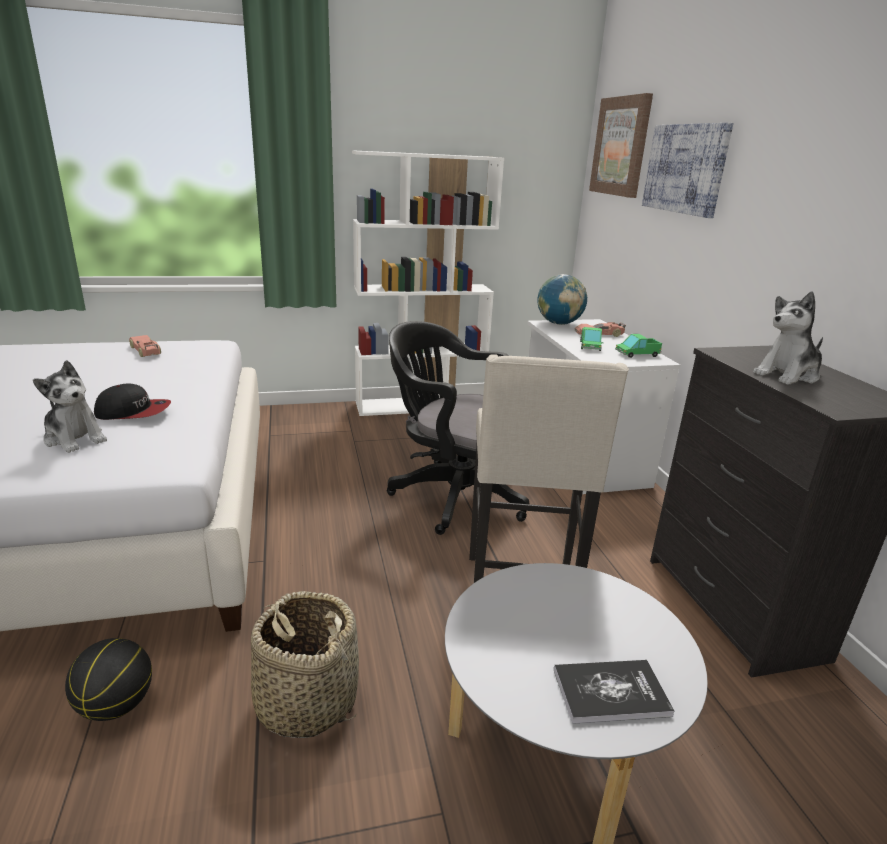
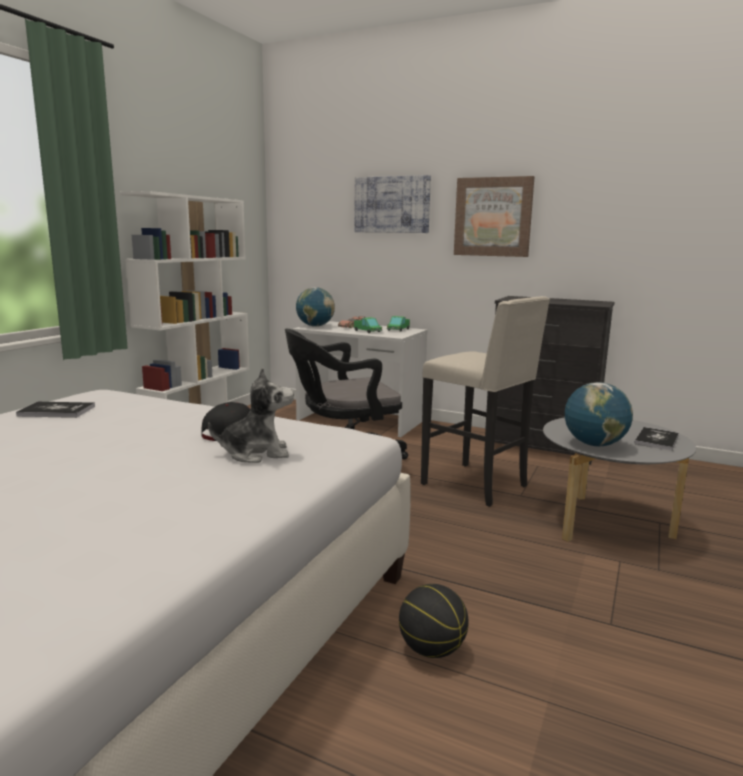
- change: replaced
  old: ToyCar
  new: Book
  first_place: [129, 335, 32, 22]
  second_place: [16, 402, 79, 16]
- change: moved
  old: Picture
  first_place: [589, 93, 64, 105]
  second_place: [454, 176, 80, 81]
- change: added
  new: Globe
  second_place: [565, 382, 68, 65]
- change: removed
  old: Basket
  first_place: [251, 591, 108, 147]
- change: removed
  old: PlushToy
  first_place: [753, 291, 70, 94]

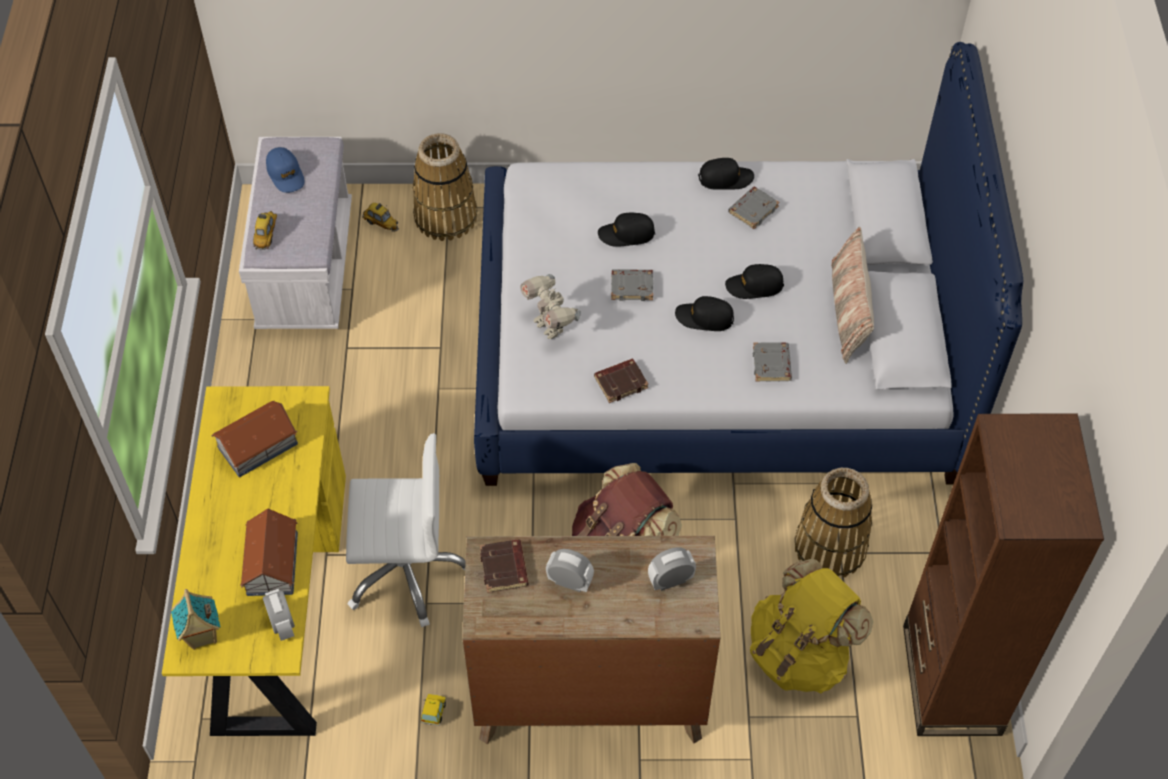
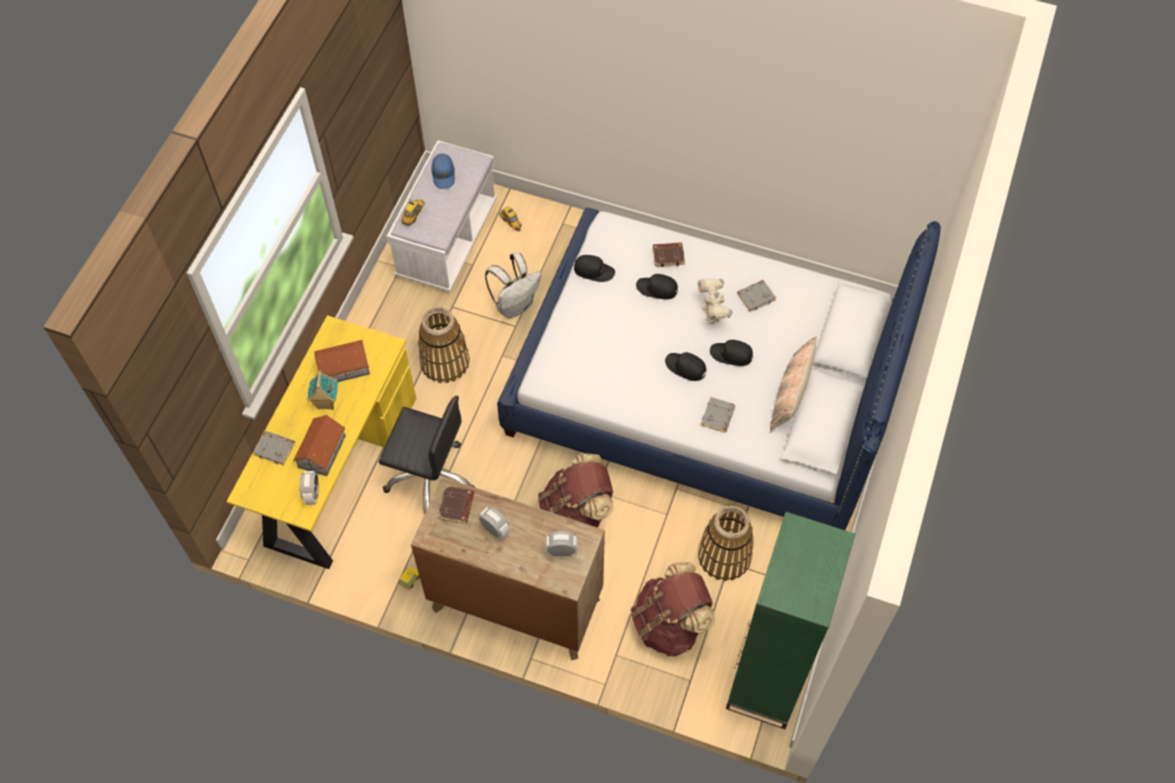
- change: moved
  old: GreyBook
  first_place: [611, 269, 42, 32]
  second_place: [253, 431, 42, 34]
- change: moved
  old: ToyHouse
  first_place: [171, 589, 49, 61]
  second_place: [307, 370, 31, 40]
- change: recoloured
  old: WhiteOfficeChair
  new: BlackOfficeChair
  first_place: [346, 433, 120, 194]
  second_place: [379, 396, 96, 119]
- change: moved
  old: Basket
  first_place: [412, 133, 66, 108]
  second_place: [418, 307, 52, 76]
- change: added
  new: WhiteBackpack
  second_place: [485, 252, 56, 66]
- change: moved
  old: BlackCap
  first_place: [698, 158, 56, 32]
  second_place: [574, 255, 41, 27]
- change: recoloured
  old: YellowBackpack
  new: BrownBackpack
  first_place: [750, 559, 123, 134]
  second_place: [631, 562, 84, 95]
- change: moved
  old: BrownBook
  first_place: [594, 359, 54, 44]
  second_place: [653, 242, 32, 25]
- change: moved
  old: ToyRobot
  first_place: [520, 274, 61, 65]
  second_place: [697, 278, 36, 46]
- change: recoloured
  old: BrownBookcase
  new: GreenBookcase
  first_place: [903, 413, 201, 323]
  second_place: [726, 512, 130, 217]

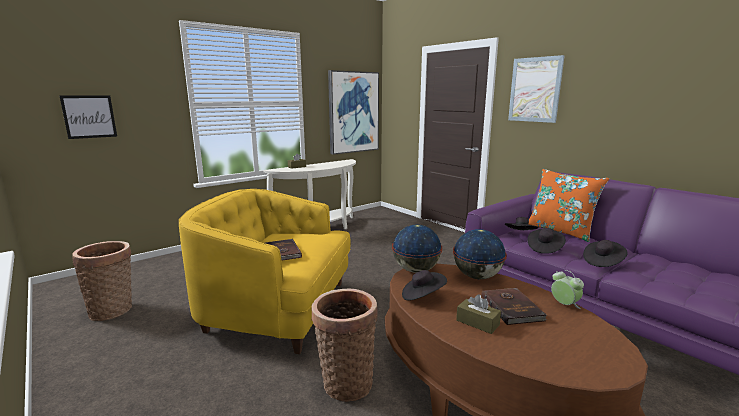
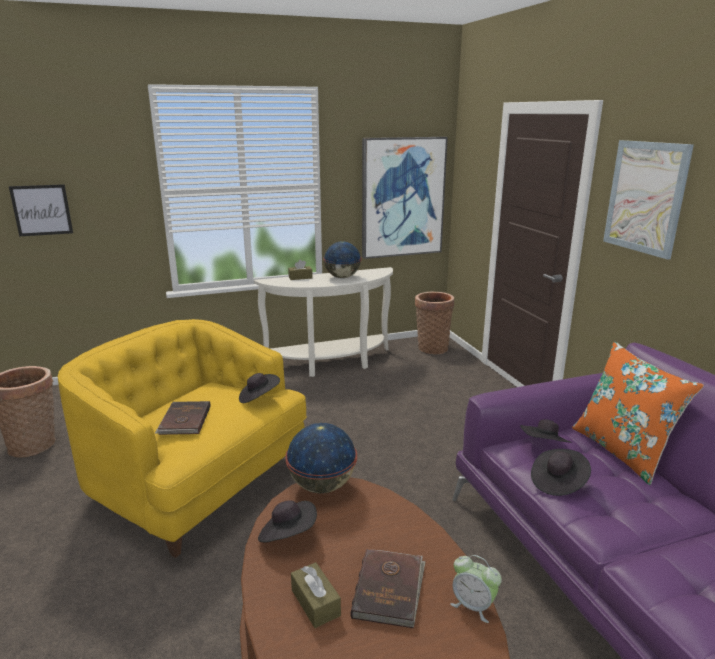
- change: moved
  old: BlackHat
  first_place: [583, 240, 45, 27]
  second_place: [239, 373, 41, 30]
- change: moved
  old: Globe
  first_place: [453, 229, 54, 50]
  second_place: [323, 241, 38, 37]
- change: moved
  old: Basket
  first_place: [311, 289, 67, 113]
  second_place: [415, 292, 39, 62]
- change: turned
  old: AlarmClock
  first_place: [551, 270, 33, 39]
  second_place: [451, 555, 51, 68]
  degrees: 135

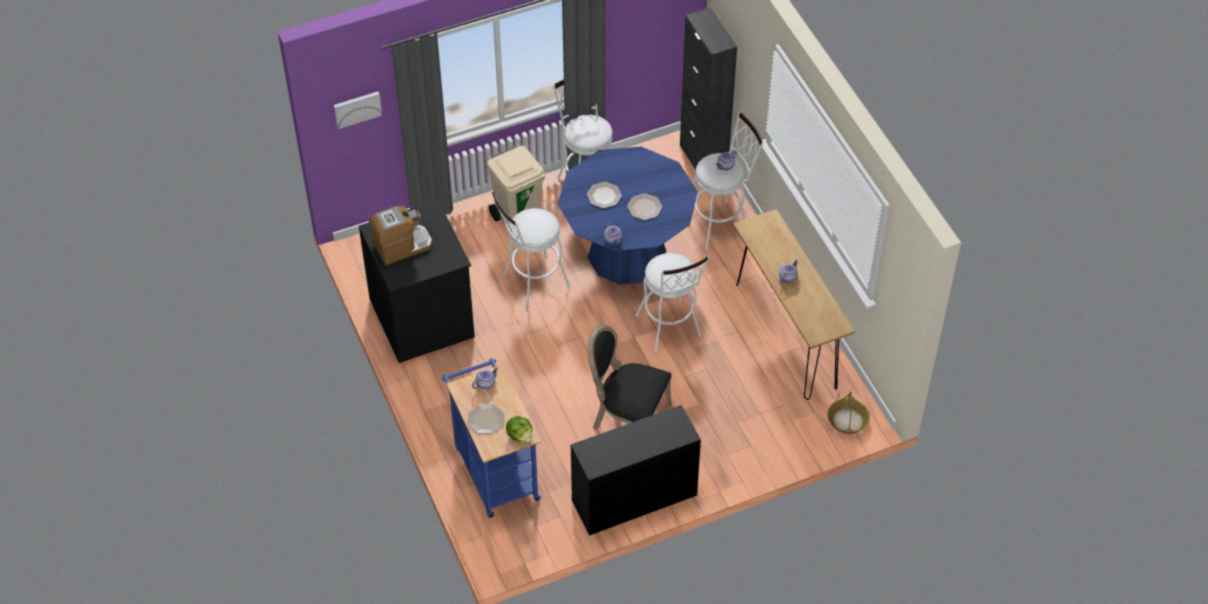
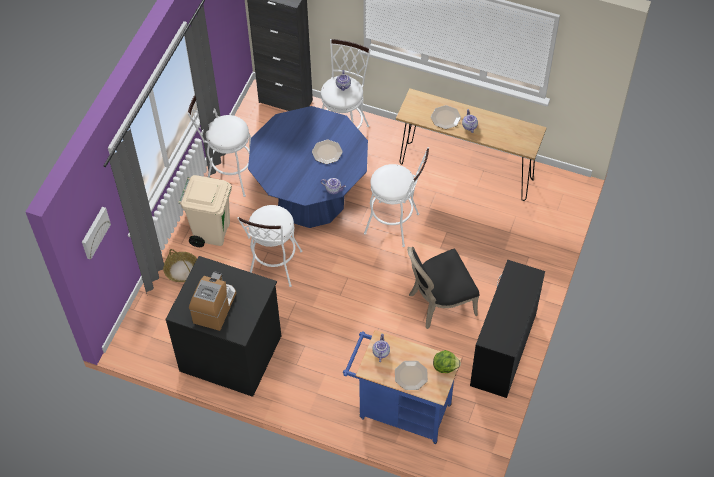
- change: moved
  old: Basket
  first_place: [827, 391, 43, 43]
  second_place: [163, 249, 34, 33]
- change: moved
  old: Plate
  first_place: [587, 182, 35, 26]
  second_place: [431, 105, 30, 24]

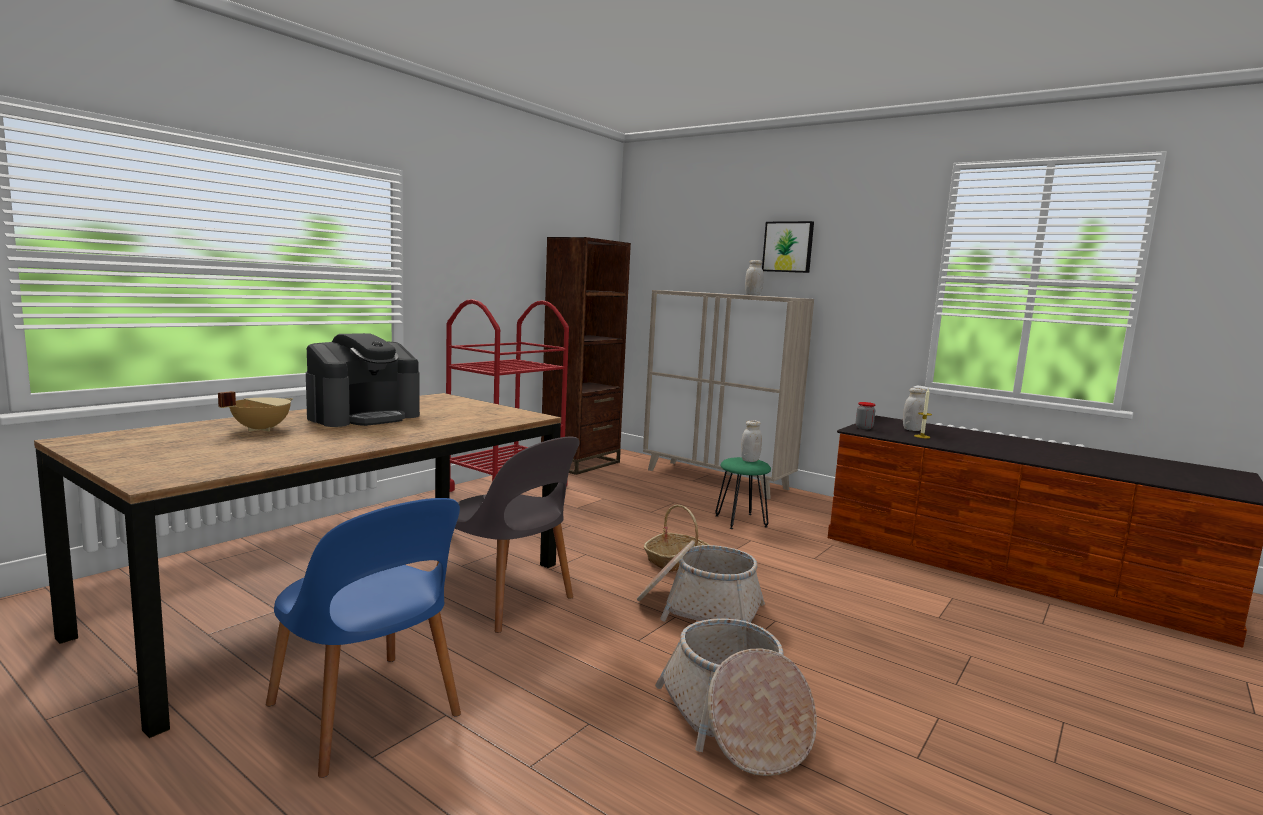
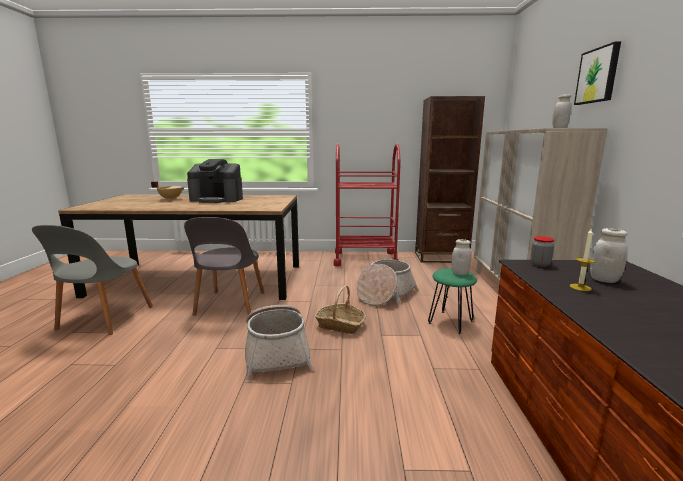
- change: recoloured
  old: BlueChair
  new: GreyChair
  first_place: [266, 498, 195, 280]
  second_place: [32, 225, 121, 110]
- change: moved
  old: Basket
  first_place: [655, 618, 162, 158]
  second_place: [356, 259, 62, 47]

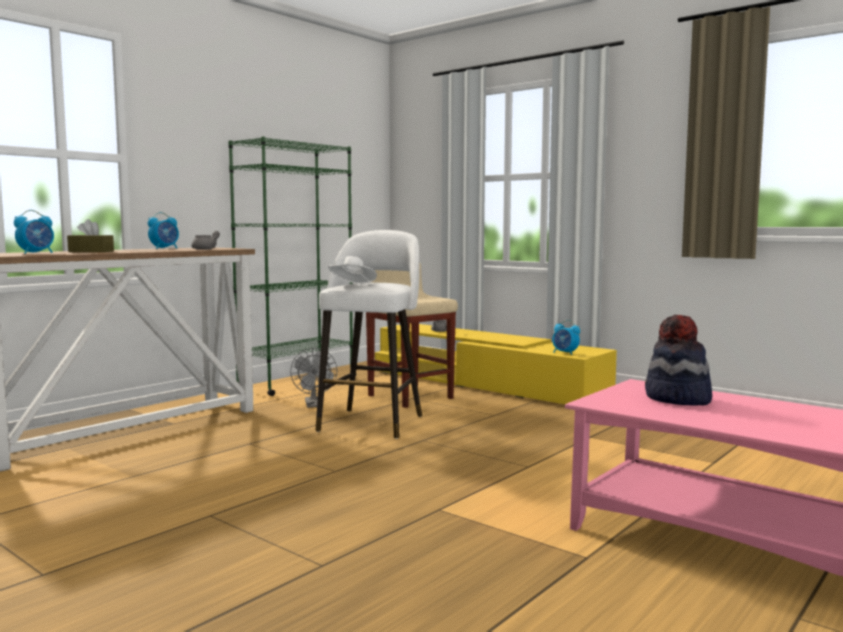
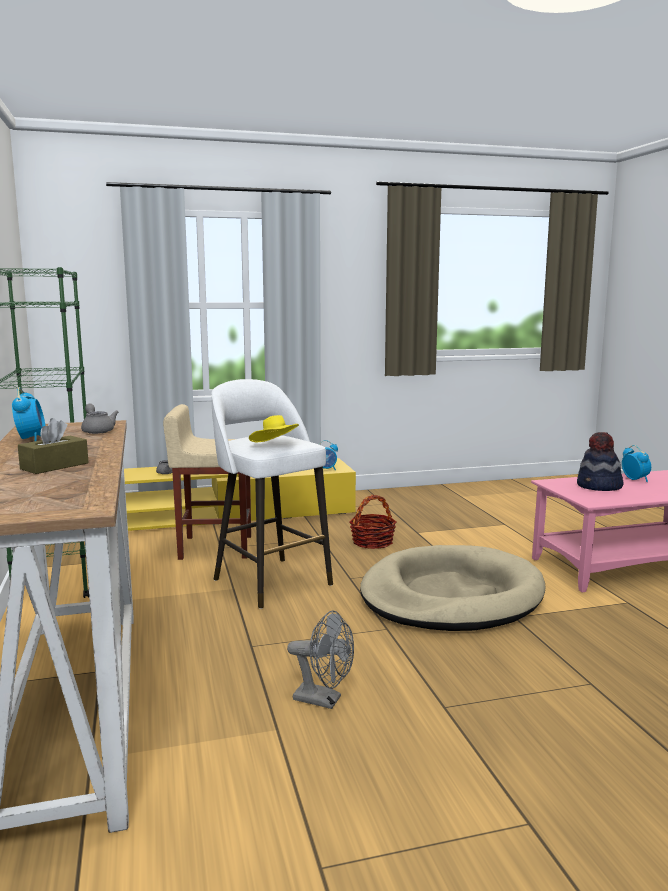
- change: recoloured
  old: WhiteHat
  new: YellowHat
  first_place: [328, 256, 49, 28]
  second_place: [249, 415, 50, 27]
- change: moved
  old: GreyFan
  first_place: [290, 348, 47, 60]
  second_place: [287, 610, 67, 99]
- change: added
  new: Basket
  second_place: [349, 495, 47, 54]
- change: added
  new: BeigeDogBed
  second_place: [360, 545, 185, 86]
- change: moved
  old: AlarmClock
  first_place: [14, 210, 40, 44]
  second_place: [622, 445, 29, 37]

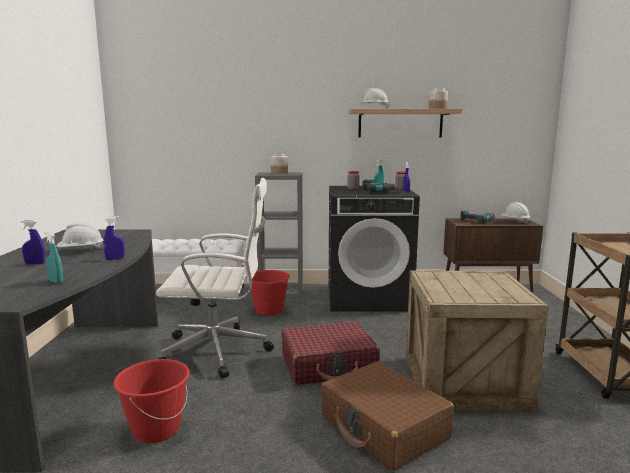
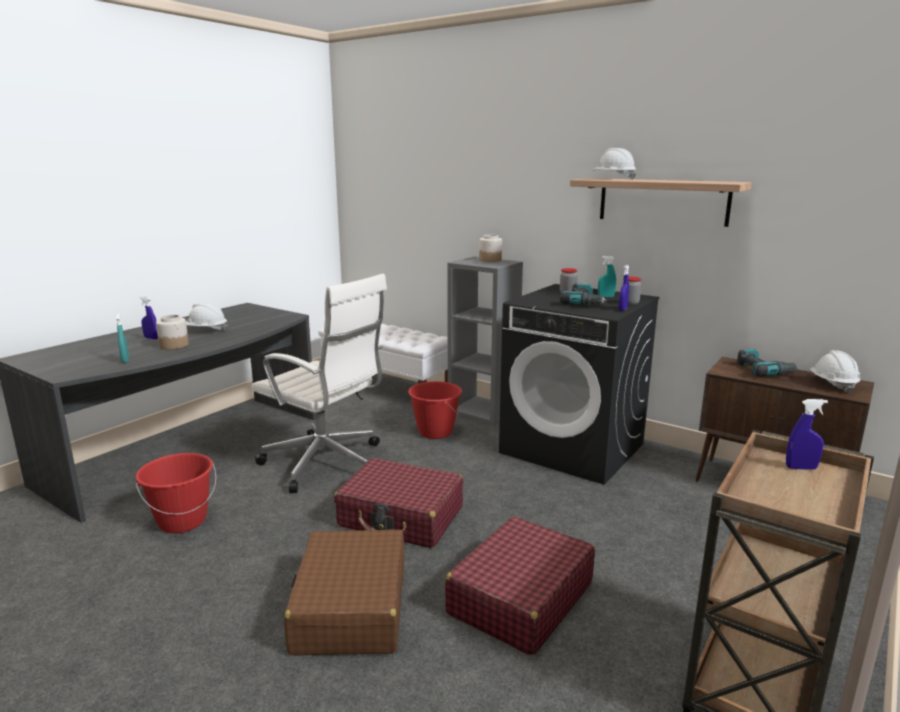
- change: moved
  old: Jar
  first_place: [429, 88, 19, 21]
  second_place: [156, 315, 33, 35]
- change: replaced
  old: Crate
  new: RedSuitcase
  first_place: [406, 271, 142, 140]
  second_place: [445, 516, 150, 140]
- change: moved
  old: BlueSprayBottle
  first_place: [103, 216, 22, 44]
  second_place: [786, 399, 42, 71]

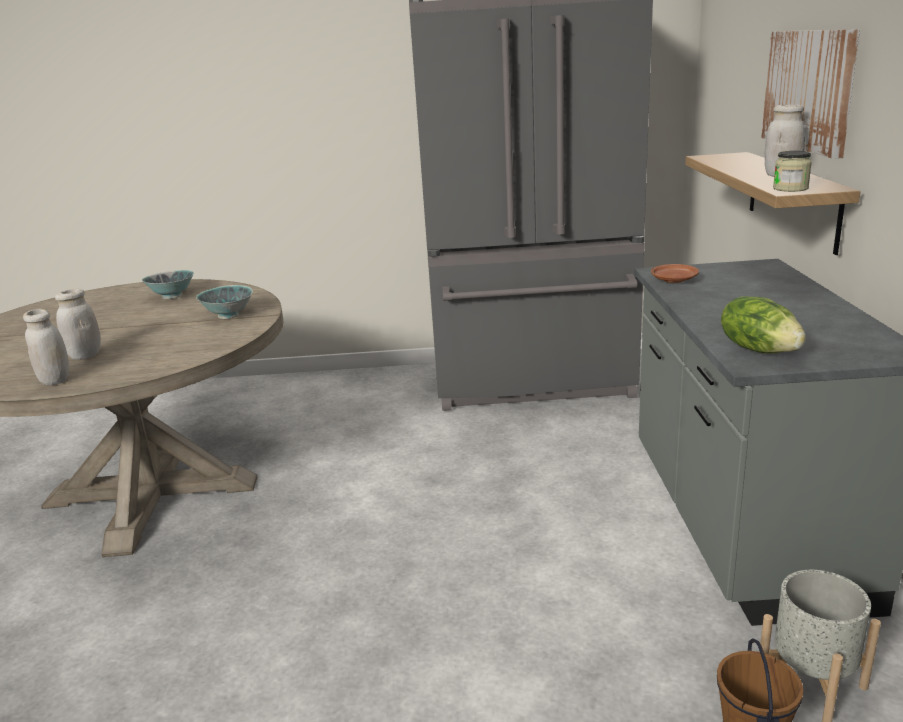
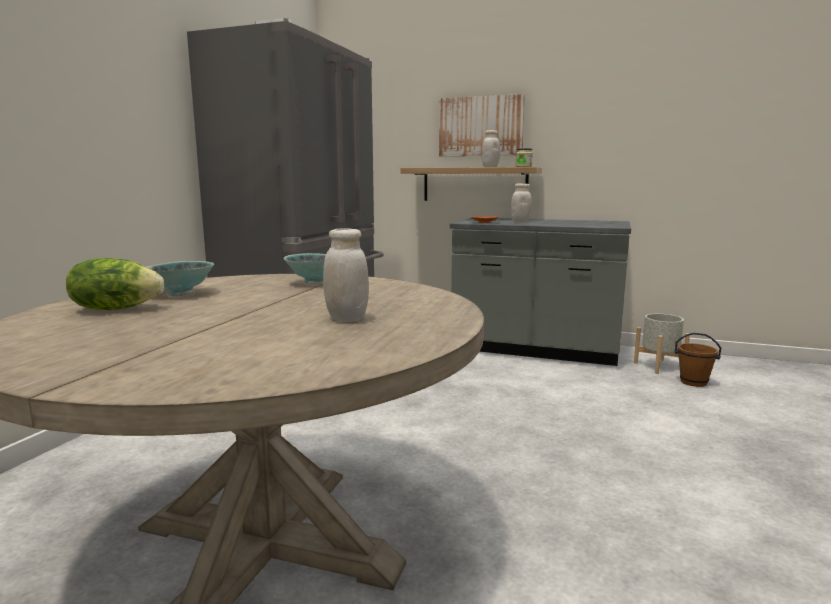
- change: moved
  old: Lettuce
  first_place: [721, 296, 85, 58]
  second_place: [66, 258, 98, 52]
- change: moved
  old: WhiteJar
  first_place: [23, 309, 46, 76]
  second_place: [511, 183, 21, 39]

